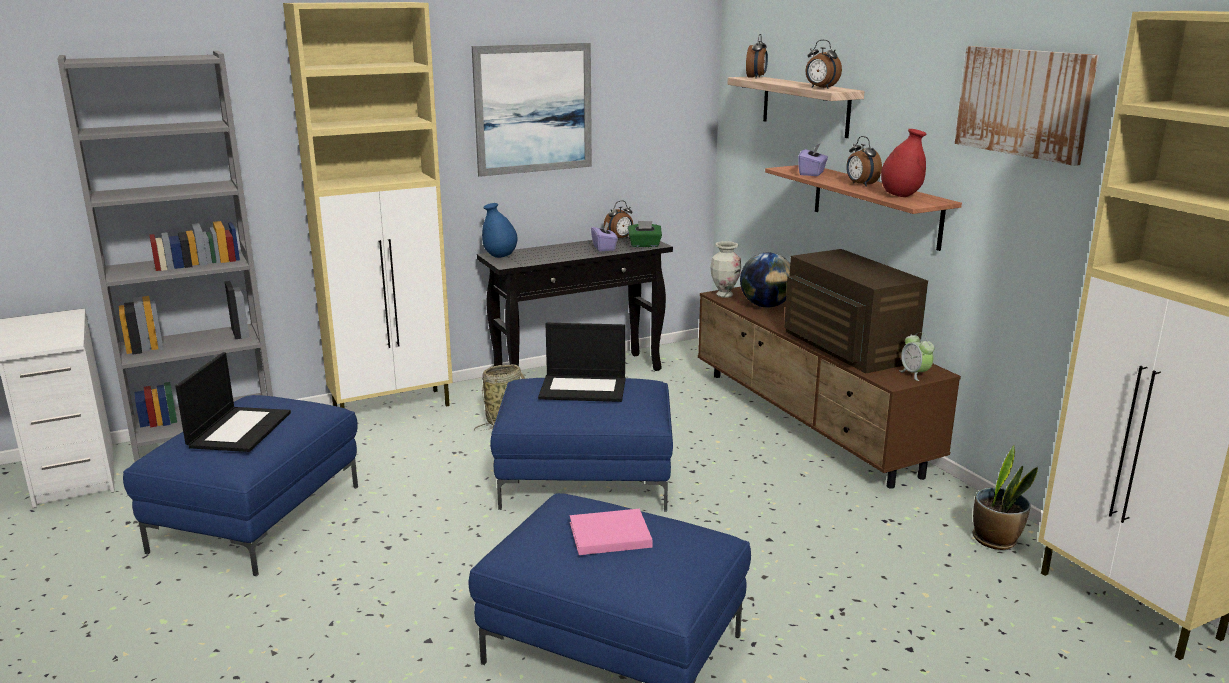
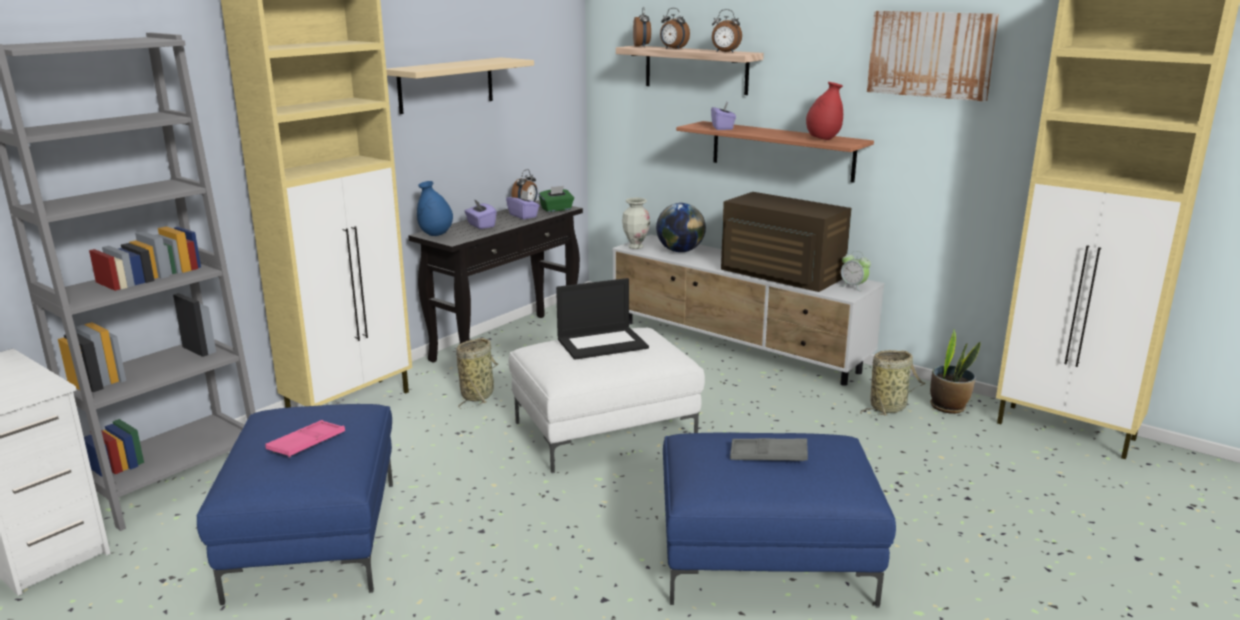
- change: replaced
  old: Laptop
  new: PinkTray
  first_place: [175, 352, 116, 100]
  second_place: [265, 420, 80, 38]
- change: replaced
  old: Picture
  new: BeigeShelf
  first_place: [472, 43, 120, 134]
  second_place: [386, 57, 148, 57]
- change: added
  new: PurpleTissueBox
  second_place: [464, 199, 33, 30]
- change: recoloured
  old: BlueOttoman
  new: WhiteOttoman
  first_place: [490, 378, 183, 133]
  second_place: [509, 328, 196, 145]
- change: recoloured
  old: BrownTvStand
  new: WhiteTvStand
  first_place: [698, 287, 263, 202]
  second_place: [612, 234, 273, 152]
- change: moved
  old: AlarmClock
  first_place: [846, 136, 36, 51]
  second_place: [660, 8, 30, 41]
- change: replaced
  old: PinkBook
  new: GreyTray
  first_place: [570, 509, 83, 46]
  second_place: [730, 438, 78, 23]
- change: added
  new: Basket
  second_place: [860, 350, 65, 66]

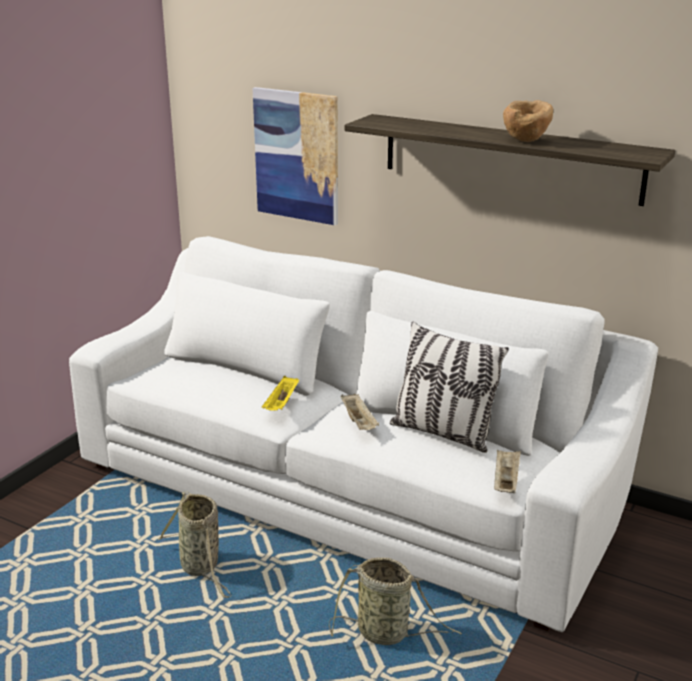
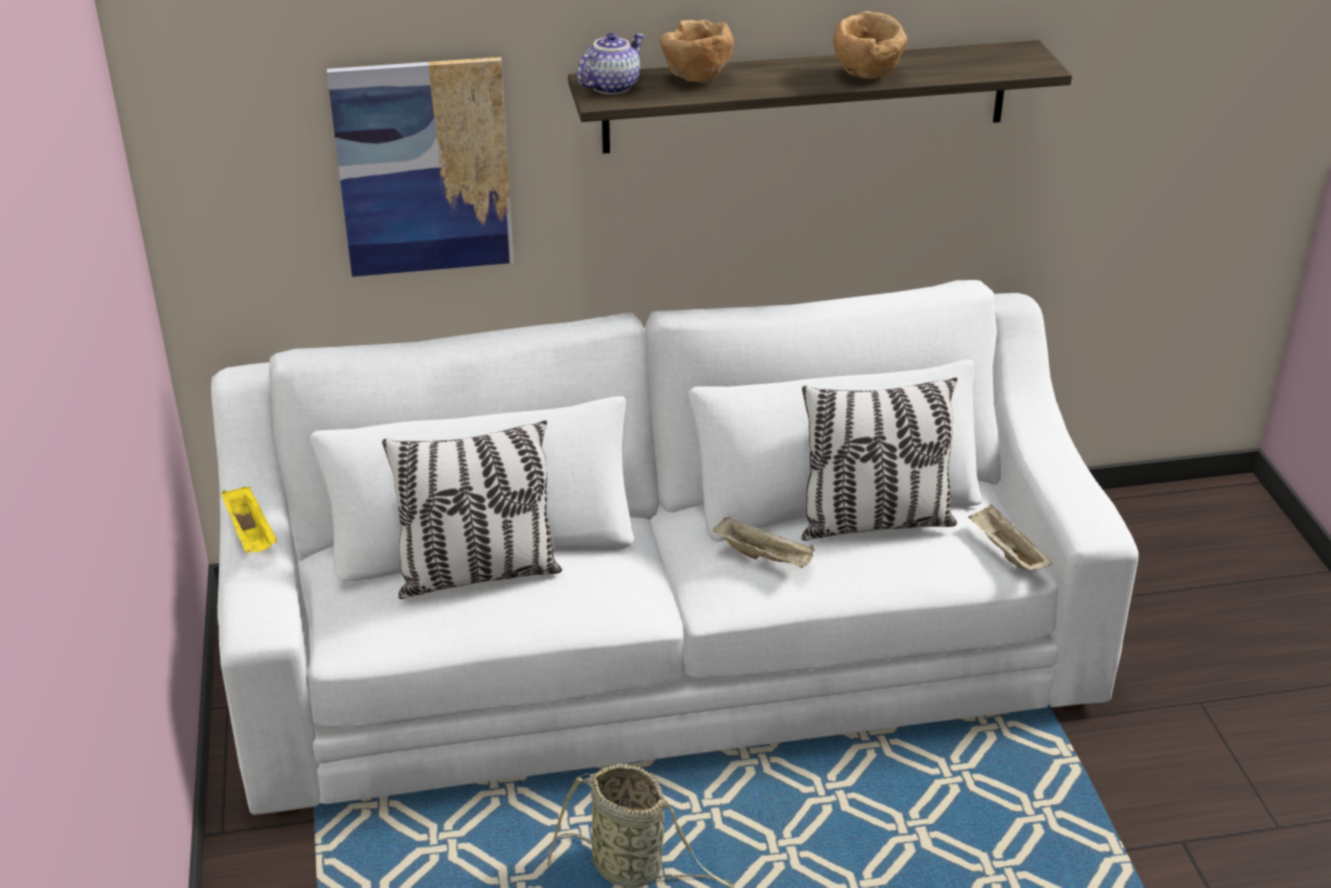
- change: moved
  old: YellowTray
  first_place: [262, 376, 37, 35]
  second_place: [222, 486, 55, 67]
- change: added
  new: Pillow
  second_place: [382, 420, 180, 179]
- change: added
  new: Teapot
  second_place: [577, 33, 67, 61]
- change: added
  new: BrownBowl
  second_place: [660, 20, 74, 63]
- change: removed
  old: Basket
  first_place: [329, 557, 133, 88]

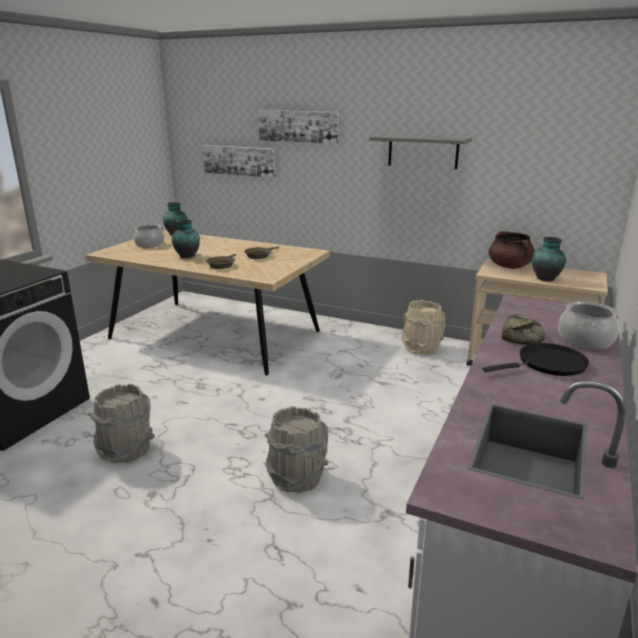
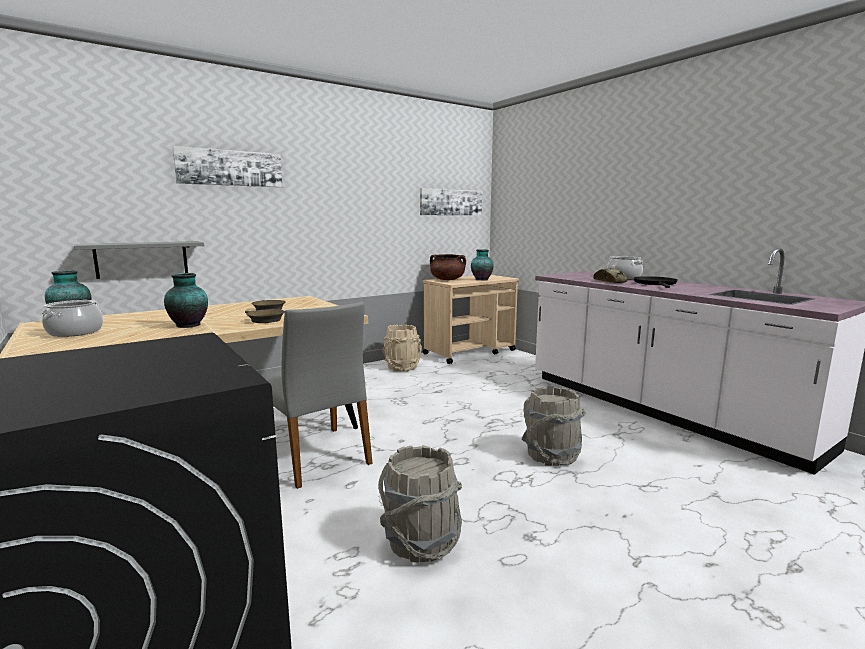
- change: moved
  old: GreyShelf
  first_place: [369, 135, 103, 34]
  second_place: [74, 241, 130, 38]
- change: added
  new: GreyChair
  second_place: [263, 301, 110, 188]
- change: moved
  old: Picture
  first_place: [203, 145, 72, 33]
  second_place: [420, 188, 62, 28]

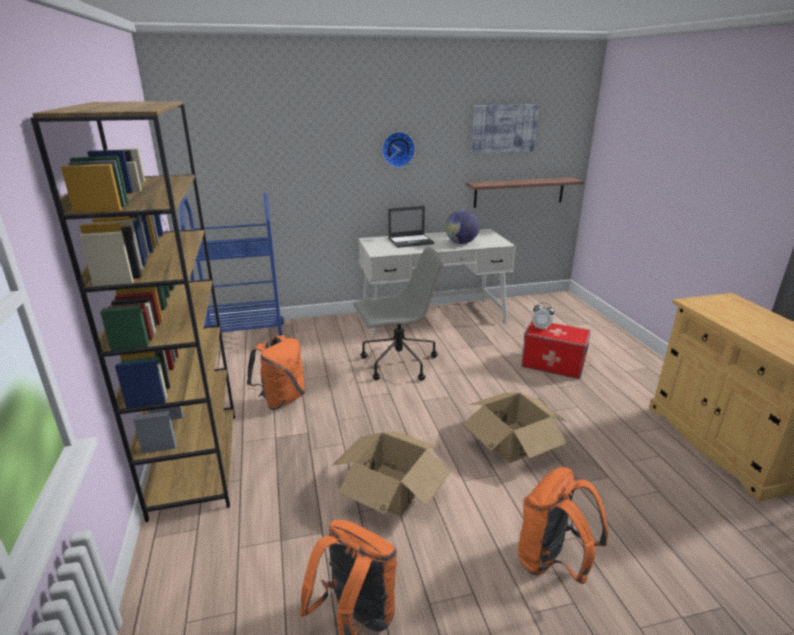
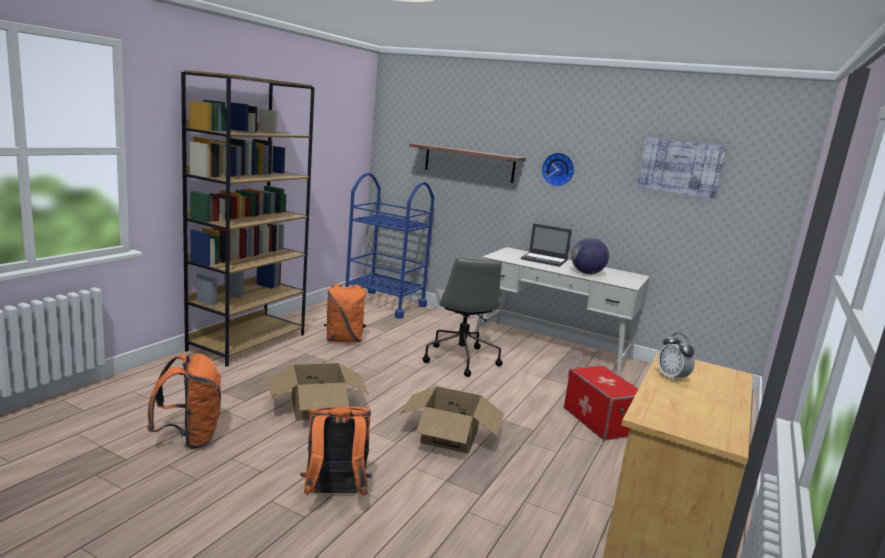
- change: moved
  old: Shelf
  first_place: [466, 177, 118, 31]
  second_place: [409, 144, 117, 39]
- change: turned
  old: GreyOfficeChair
  first_place: [353, 247, 91, 134]
  second_place: [423, 258, 80, 119]
  degrees: 60
- change: moved
  old: AlarmClock
  first_place: [532, 303, 22, 27]
  second_place: [658, 333, 37, 49]

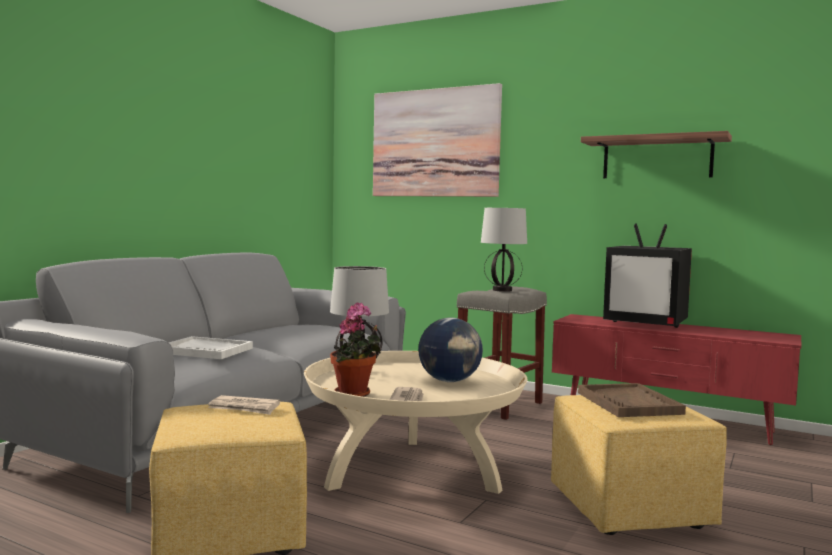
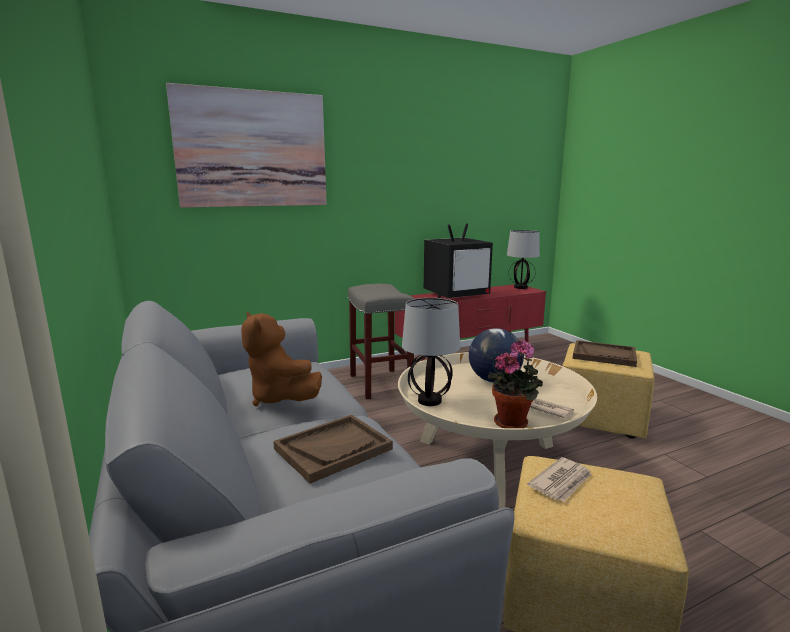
- change: added
  new: BrownPlushToy
  second_place: [241, 312, 81, 94]
- change: recoloured
  old: WhiteTray
  new: BrownTray
  first_place: [169, 336, 84, 23]
  second_place: [273, 415, 120, 69]
- change: moved
  old: TableLamp
  first_place: [481, 208, 46, 84]
  second_place: [507, 230, 33, 59]
- change: removed
  old: Shelf
  first_place: [581, 131, 151, 47]

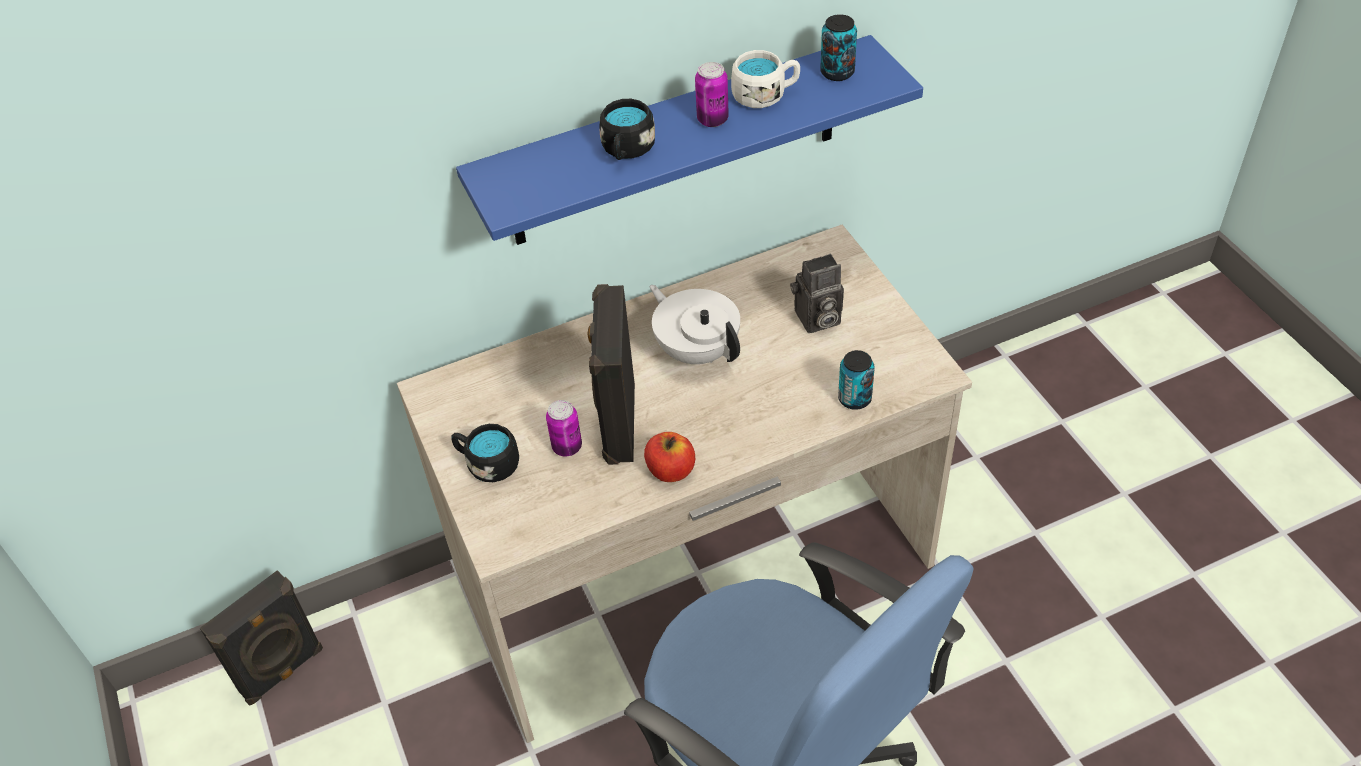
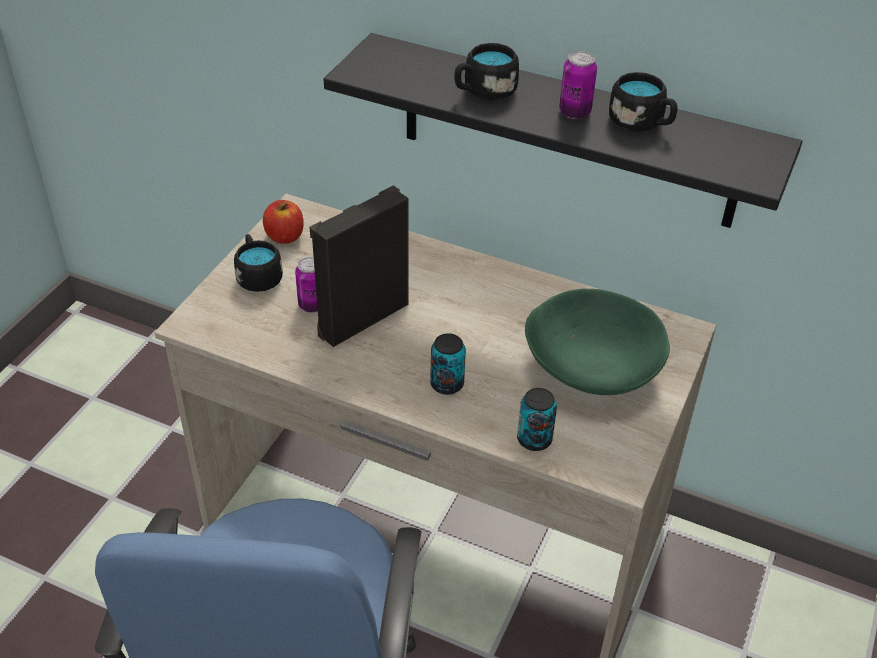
- change: moved
  old: Apple
  first_place: [644, 432, 51, 50]
  second_place: [263, 200, 41, 44]
- change: recoloured
  old: BlueShelf
  new: BlackShelf
  first_place: [456, 35, 467, 210]
  second_place: [324, 33, 478, 195]
- change: moved
  old: Can
  first_place: [820, 14, 37, 67]
  second_place: [430, 333, 36, 62]
- change: replaced
  old: PhotoCamera
  new: GreenBowl
  first_place: [790, 254, 54, 79]
  second_place: [525, 289, 145, 106]
- change: recoloured
  old: WhiteMug
  new: BlackMug
  first_place: [731, 50, 69, 58]
  second_place: [609, 72, 69, 60]
- change: removed
  old: BlackSpeaker
  first_place: [200, 570, 123, 136]
- change: removed
  old: WhiteTeapot
  first_place: [650, 285, 90, 79]

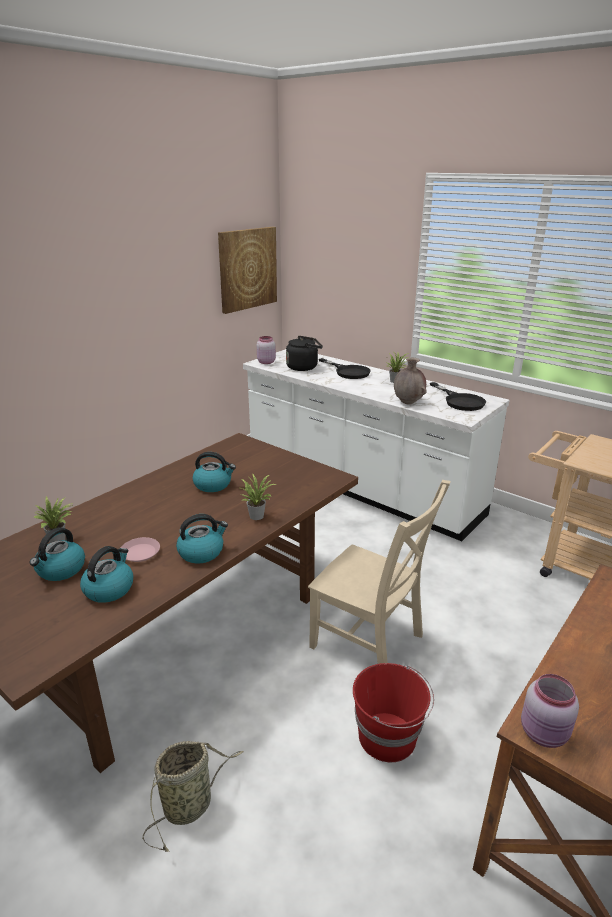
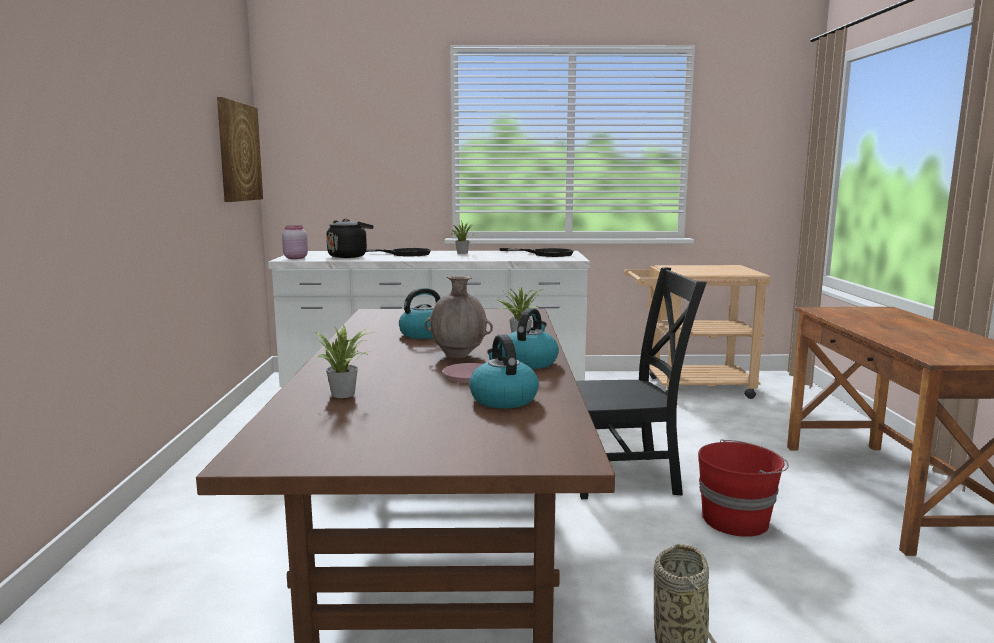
- change: moved
  old: BrownVase
  first_place: [394, 357, 33, 48]
  second_place: [425, 275, 68, 83]
- change: recoloured
  old: BeigeChair
  new: BlackChair
  first_place: [308, 480, 143, 184]
  second_place: [576, 267, 131, 232]
- change: removed
  old: Kettle
  first_place: [30, 527, 55, 54]
- change: removed
  old: PinkJar
  first_place: [521, 674, 58, 74]

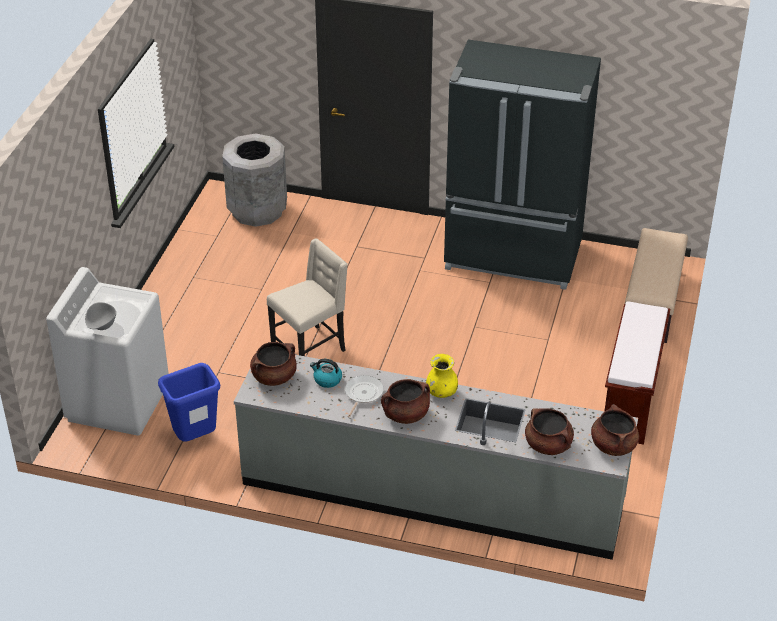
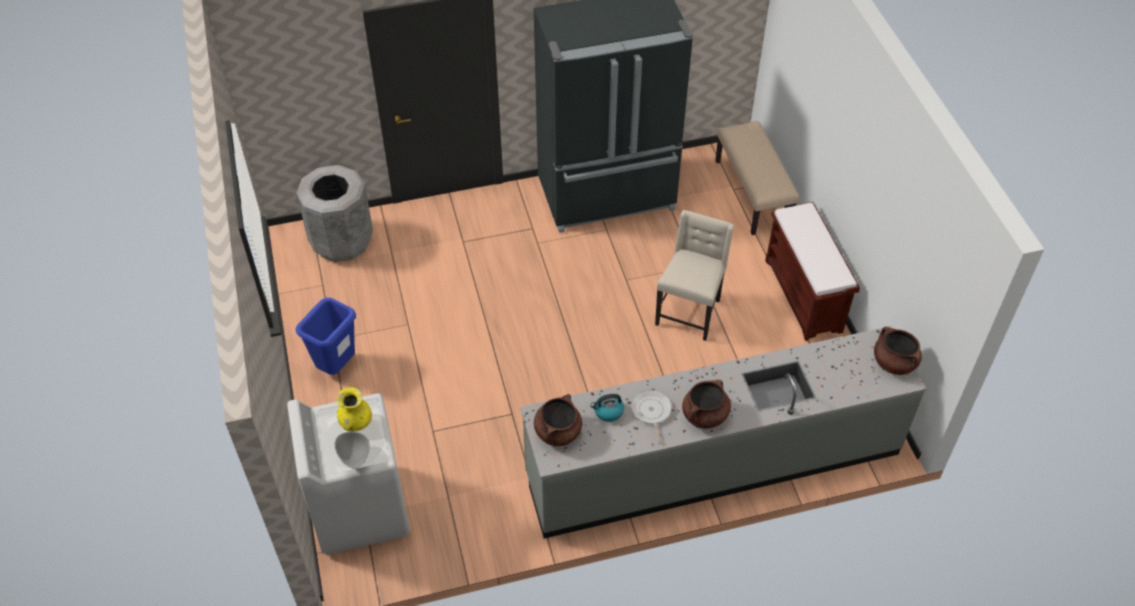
- change: moved
  old: BlueTrashCan
  first_place: [158, 363, 62, 79]
  second_place: [296, 298, 60, 77]
- change: moved
  old: YellowVase
  first_place: [426, 354, 32, 44]
  second_place: [337, 387, 35, 45]
- change: moved
  old: BeigeChair
  first_place: [267, 238, 81, 118]
  second_place: [655, 210, 79, 131]
- change: removed
  old: BrownCookingPot
  first_place: [525, 408, 49, 47]

